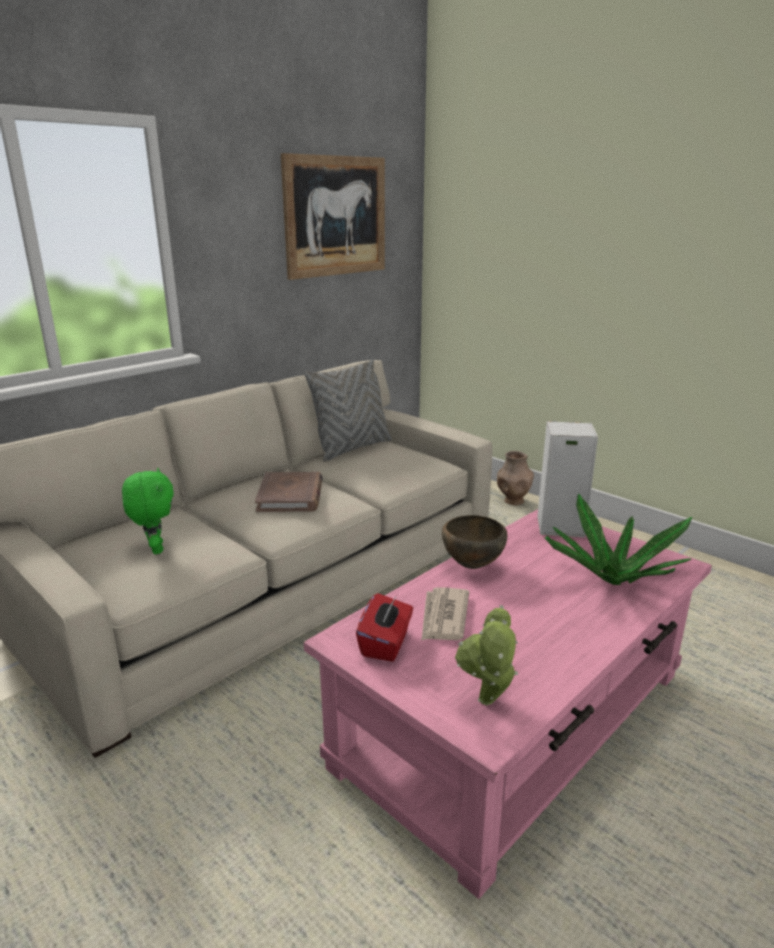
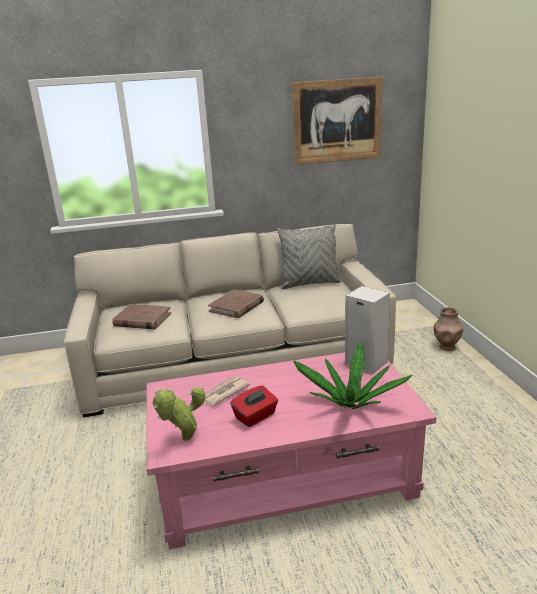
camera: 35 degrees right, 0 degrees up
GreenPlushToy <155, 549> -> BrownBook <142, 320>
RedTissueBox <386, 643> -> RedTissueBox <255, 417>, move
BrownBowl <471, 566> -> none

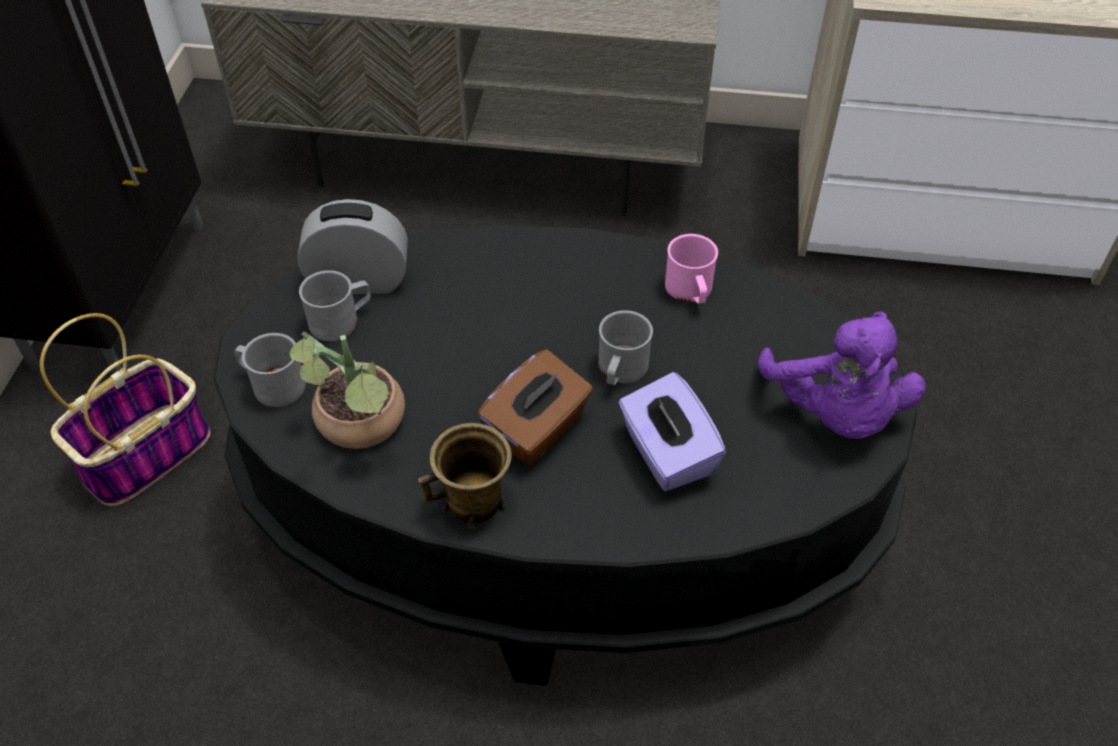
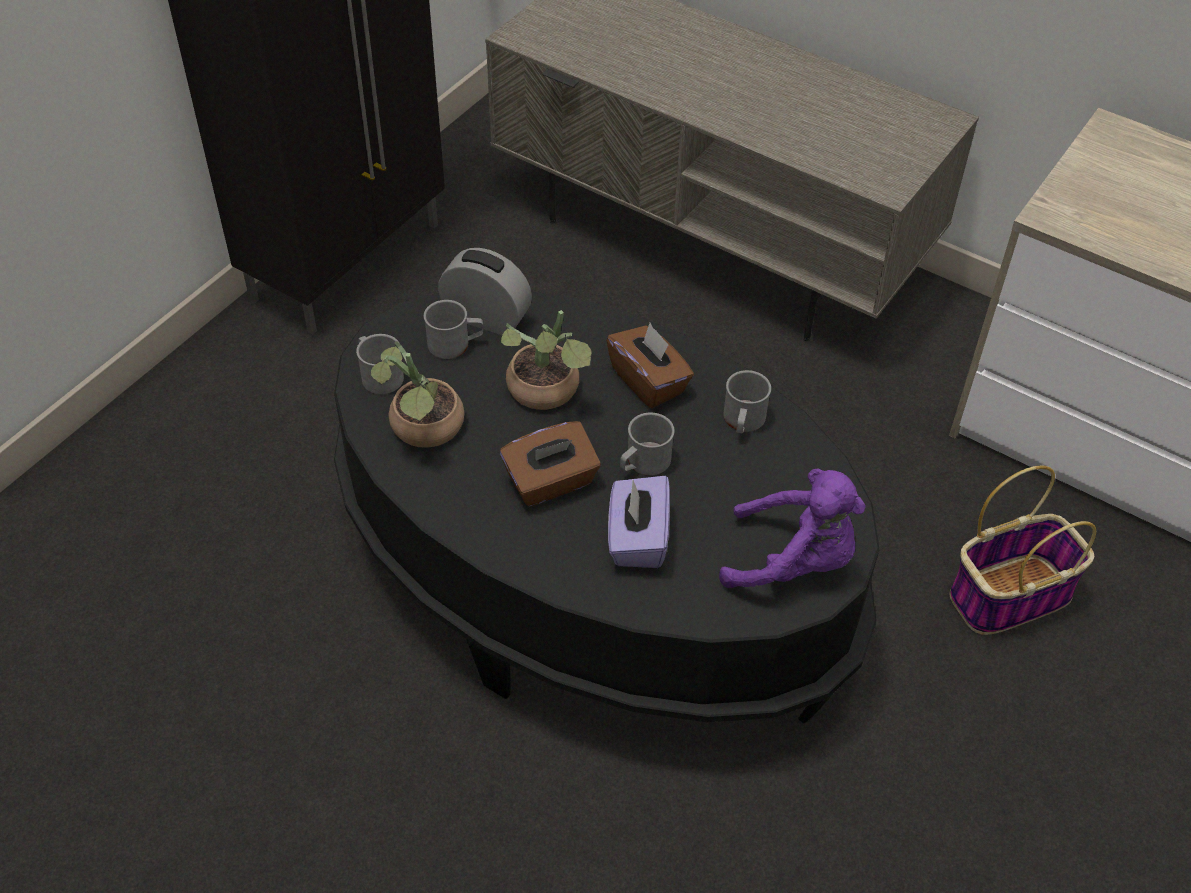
camera: 25 degrees right, 0 degrees up
none -> PottedPlant <547, 393>
none -> BrownTissueBox <649, 381>
PurplePlushToy <834, 413> -> PurplePlushToy <793, 561>, 90 degrees counterclockwise
PinkMug <690, 292> -> GreyMug <743, 422>
Basket <147, 453> -> Basket <1011, 595>, move
BrownMug <474, 503> -> none

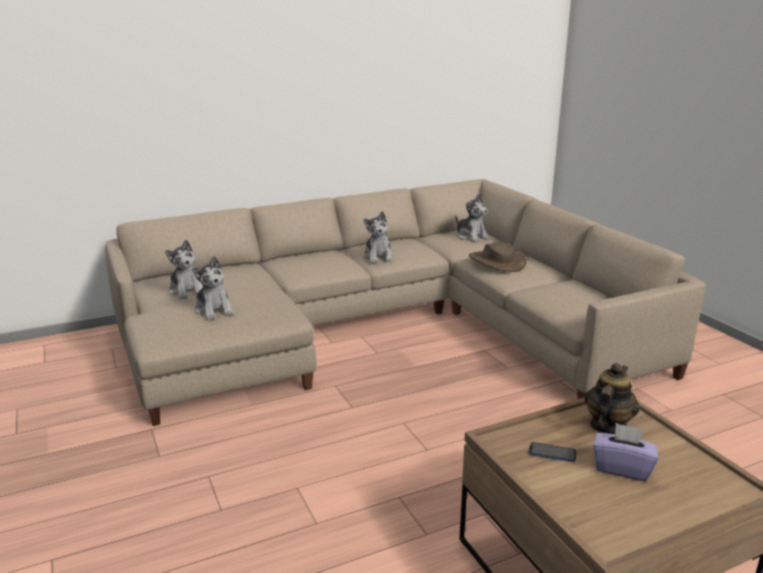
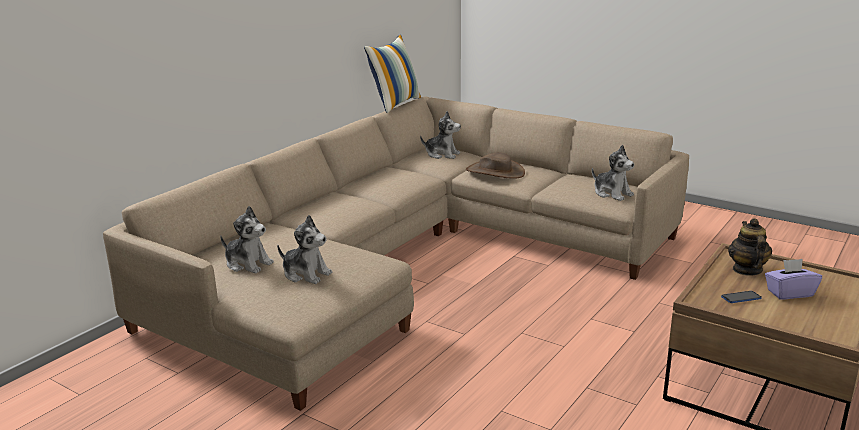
camera: 30 degrees left, 0 degrees up
none -> Pillow <395, 104>
PlushToy <378, 256> -> PlushToy <612, 193>, move

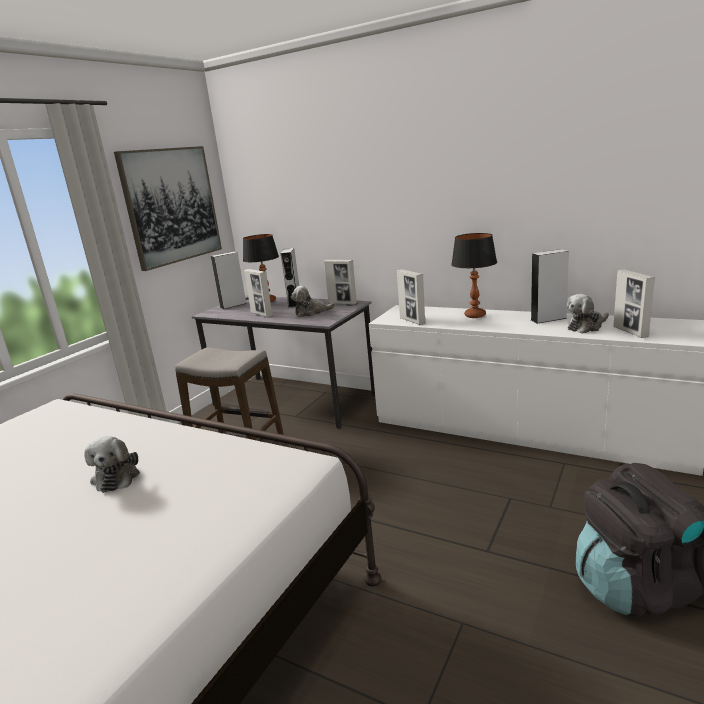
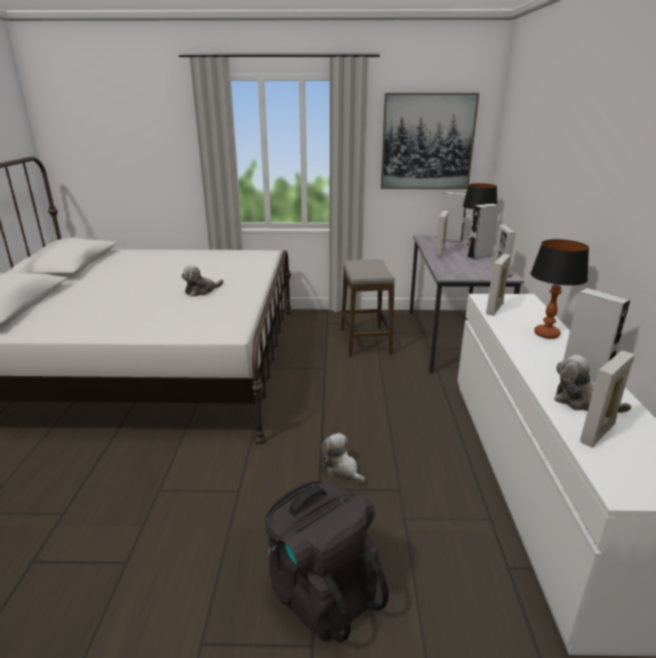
camera: 60 degrees right, 5 degrees up
PlushToy <311, 312> -> PlushToy <341, 469>, move

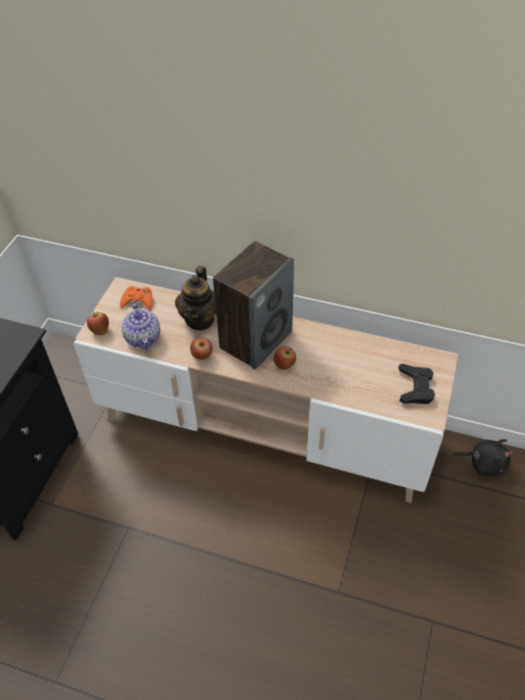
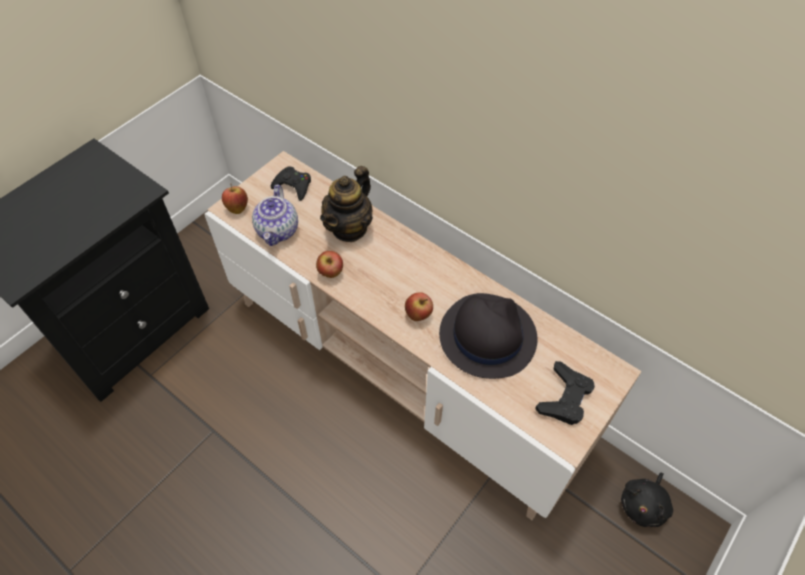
camera: 20 degrees right, 5 degrees up
OrangeGameController <138, 301> -> BlackGameController <293, 186>
none -> BlackHat <487, 336>
BlackPlushToy <484, 463> -> BlackPlushToy <643, 505>, 90 degrees clockwise
Speaker <256, 339> -> none

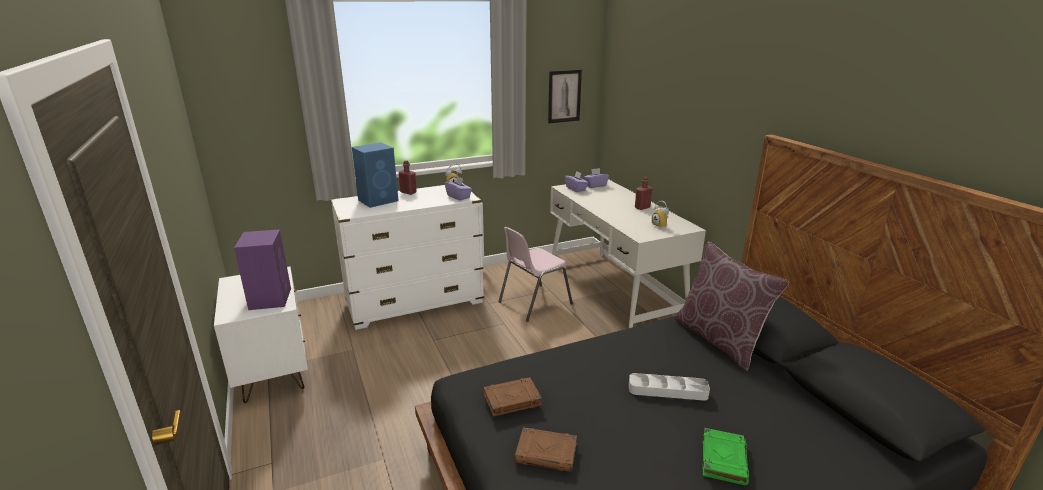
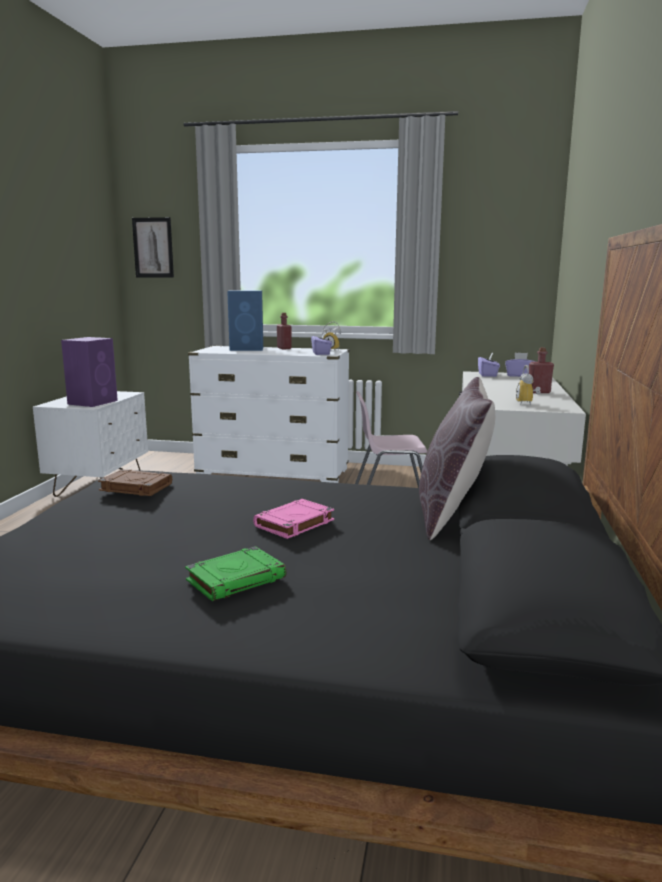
camera: 35 degrees right, 10 degrees down
Picture <564, 96> -> Picture <153, 247>, move
GreyTray <667, 390> -> PinkBook <294, 523>
BrownBook <547, 453> -> none

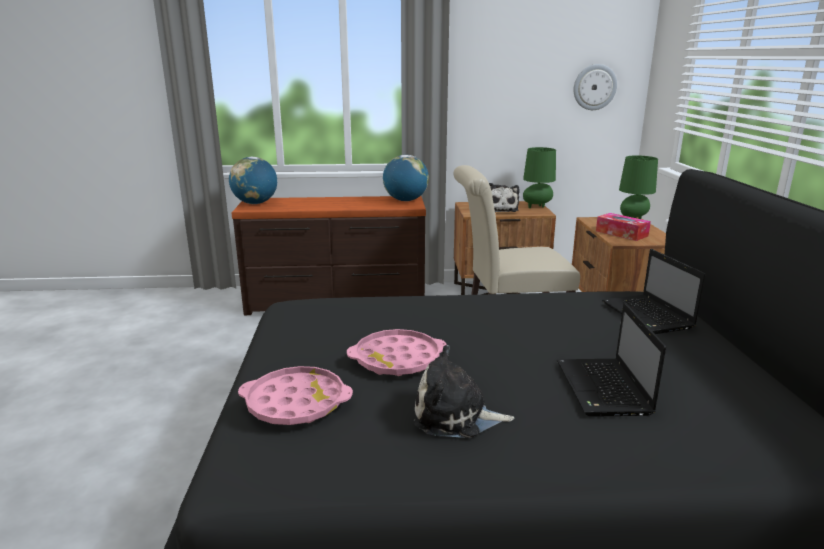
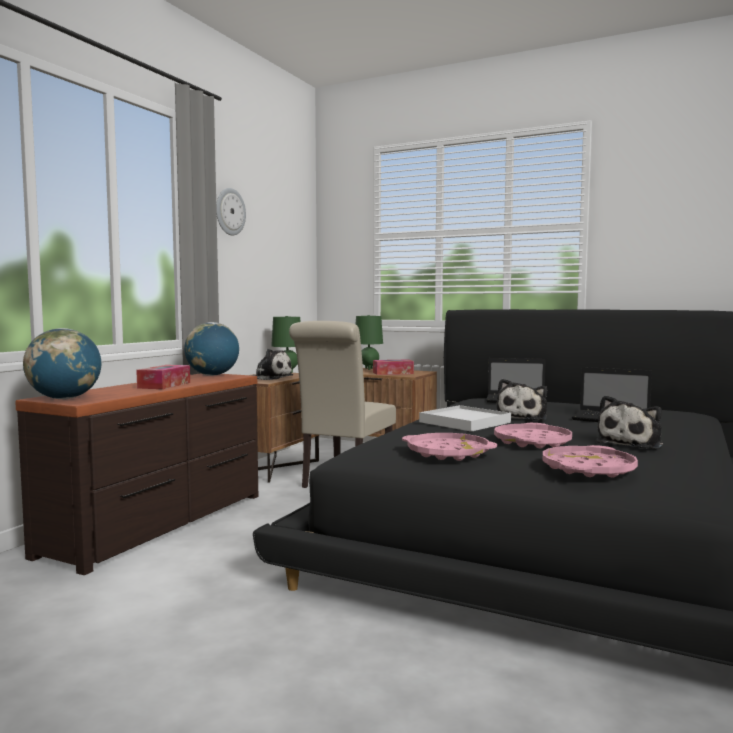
camera: 60 degrees left, 15 degrees down
none -> TissueBox <164, 385>
WallClock <594, 87> -> WallClock <229, 211>, move
none -> PinkTray <448, 453>
none -> WhiteTray <464, 422>
none -> PlushToy <523, 417>

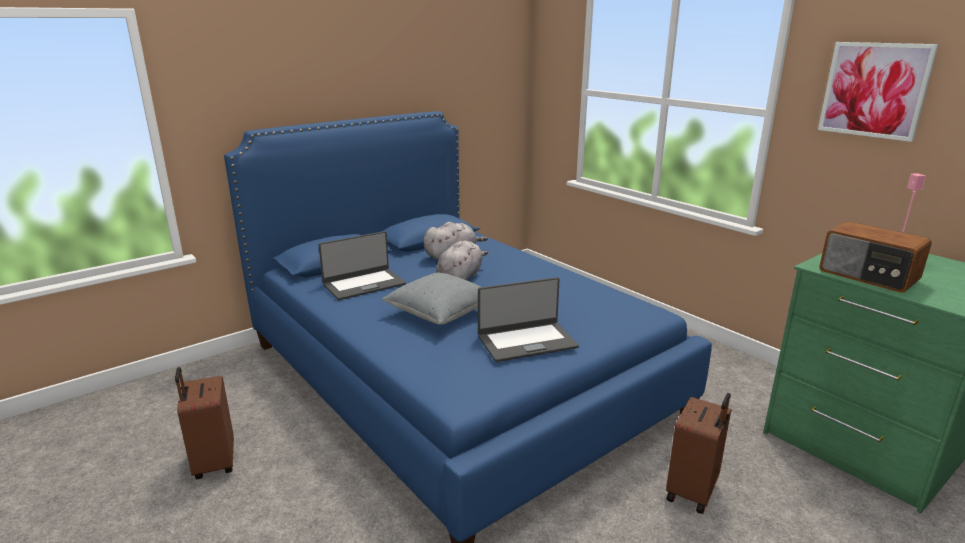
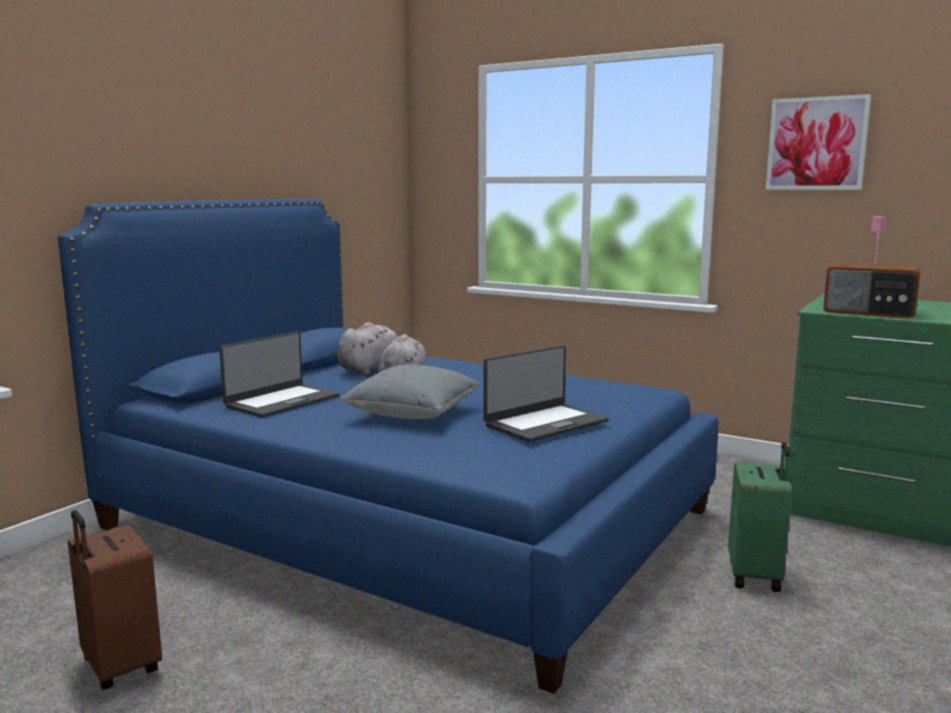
camera: 20 degrees left, 10 degrees down
BrownSuitcase <693, 492> -> GreenSuitcase <756, 576>

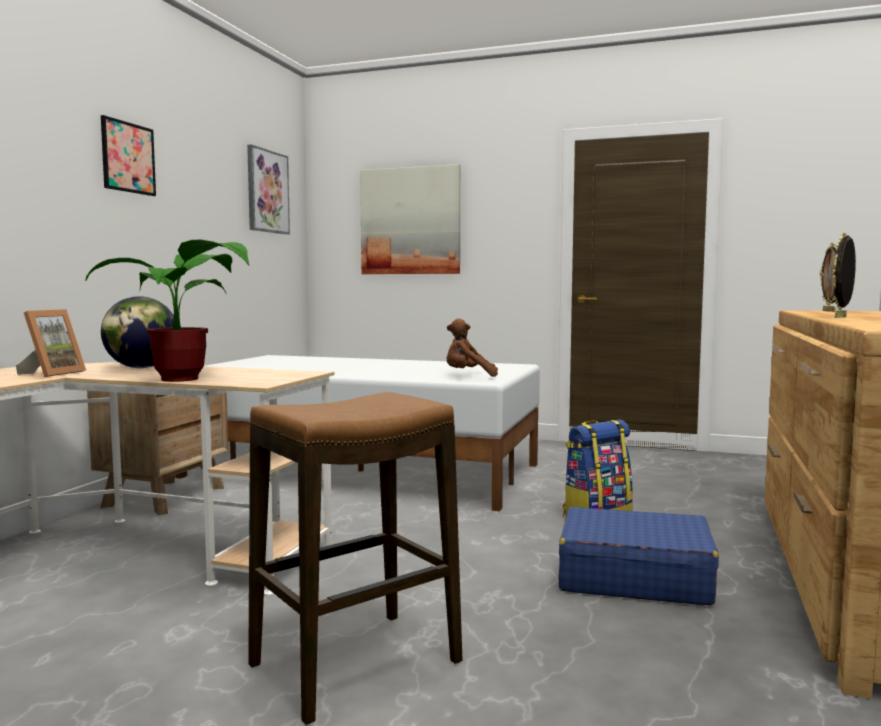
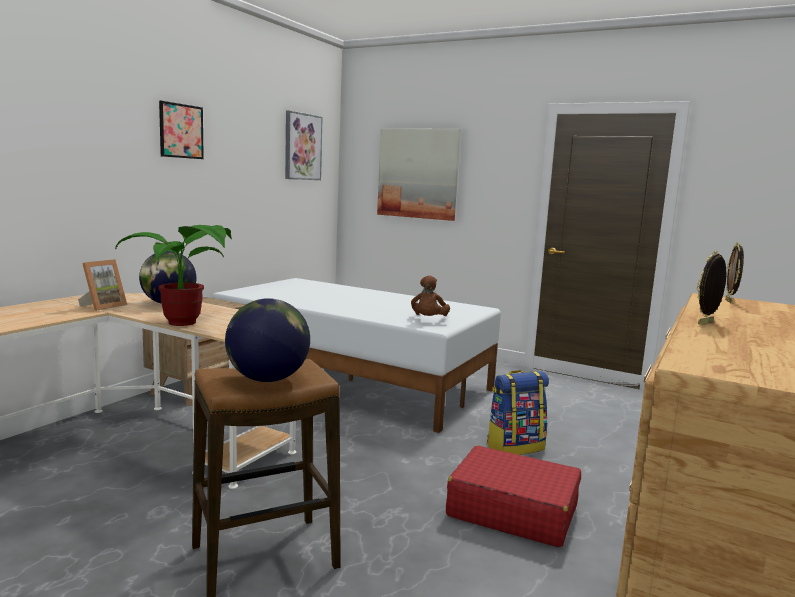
camera: 10 degrees right, 5 degrees up
none -> Globe <267, 379>
BrownPlushToy <468, 376> -> BrownPlushToy <429, 320>, 90 degrees counterclockwise
BlueSuitcase <633, 577> -> RedSuitcase <512, 510>

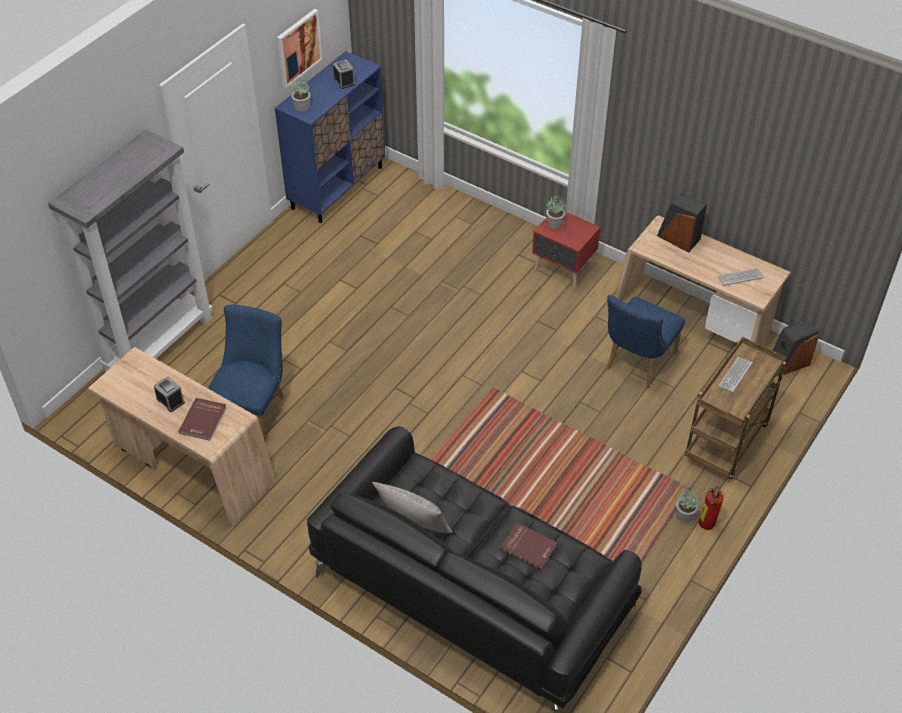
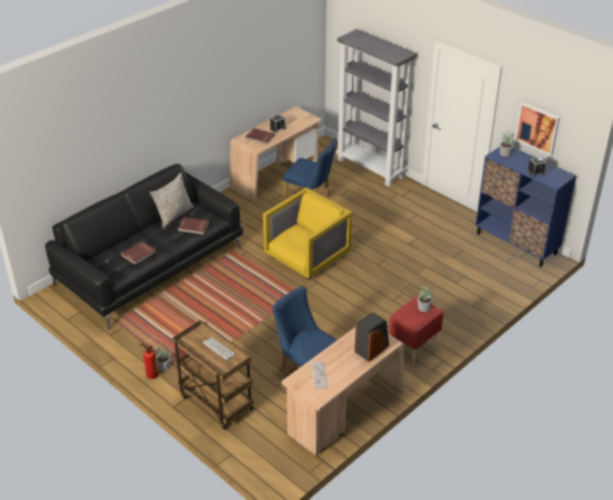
camera: 100 degrees right, 10 degrees down
none -> RedBook <193, 227>
none -> YellowArmchair <307, 257>
Speaker <788, 363> -> none

